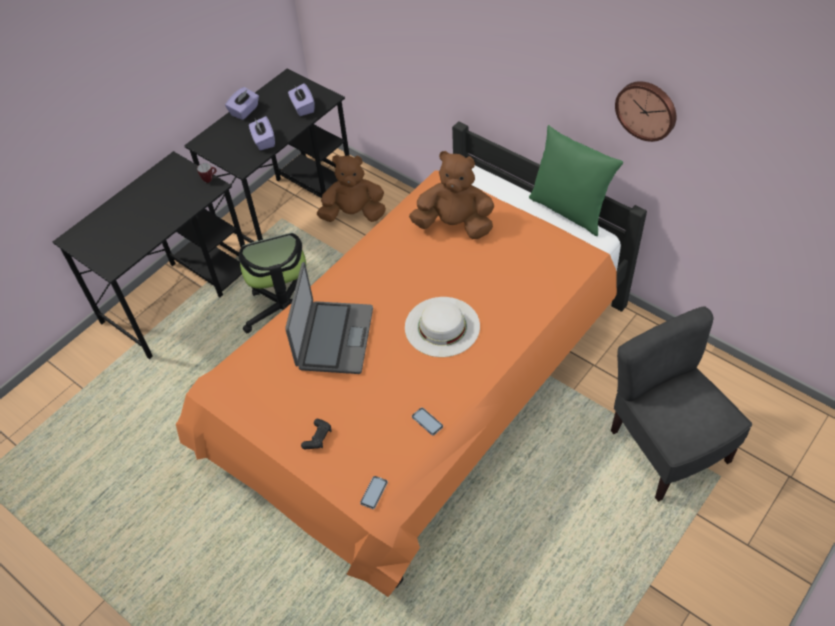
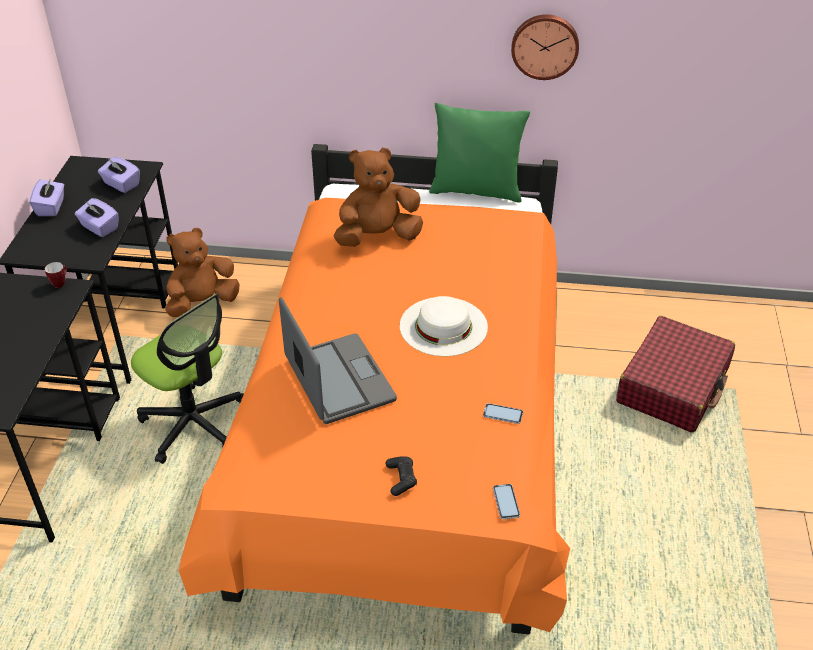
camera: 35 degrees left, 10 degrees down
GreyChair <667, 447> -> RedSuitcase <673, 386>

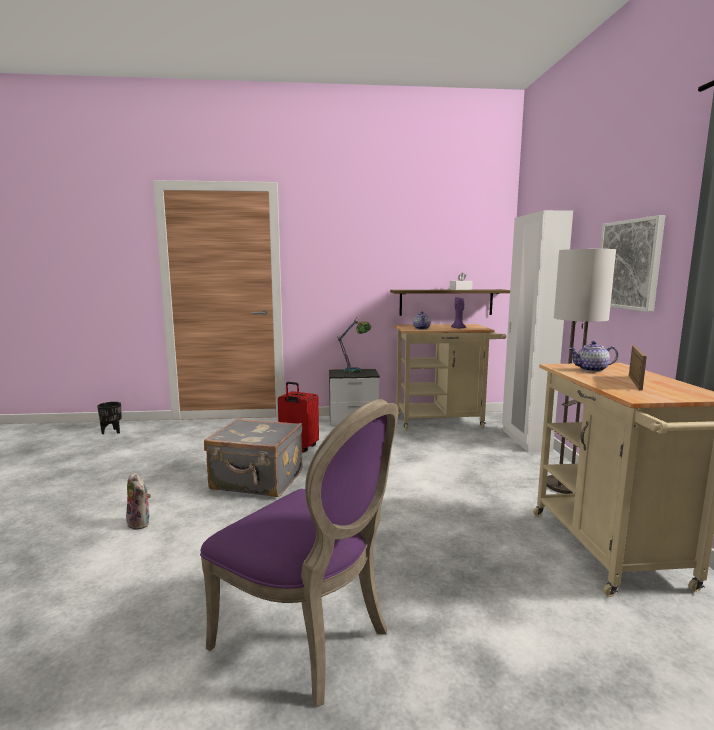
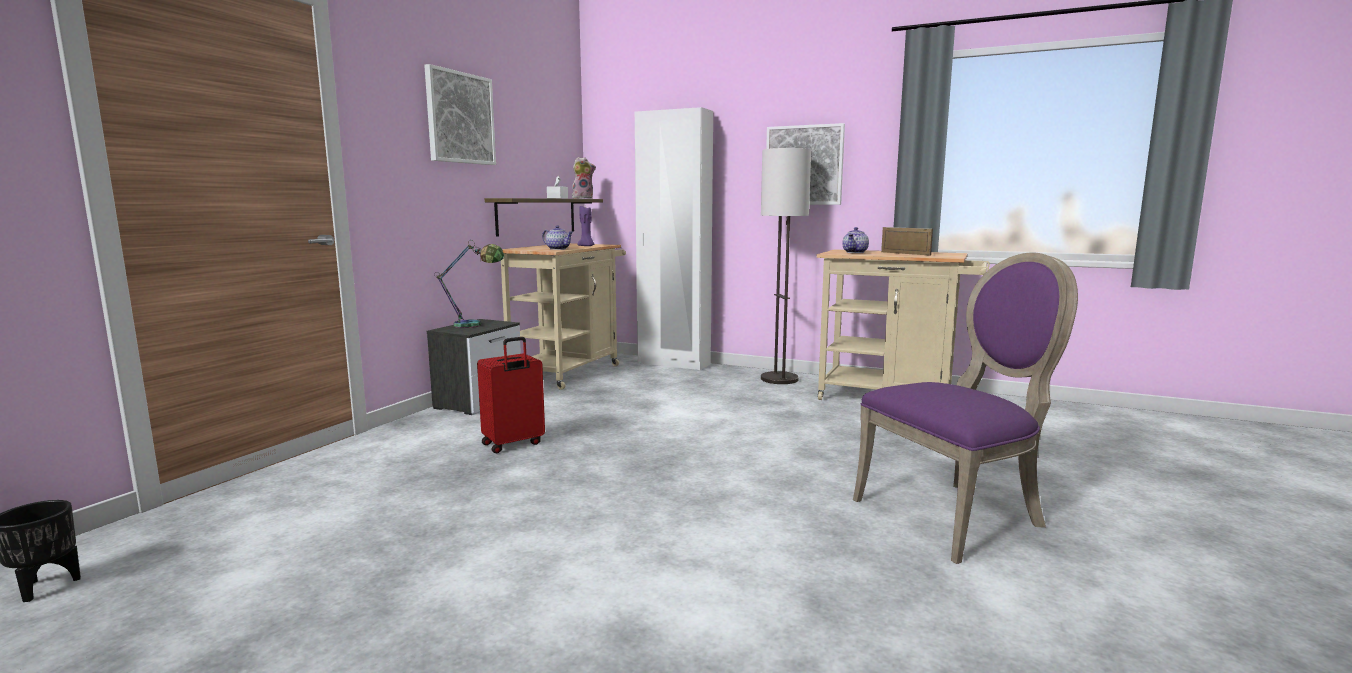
camera: 60 degrees left, 0 degrees up
none -> Picture <460, 118>
PlushToy <141, 523> -> PlushToy <583, 198>, move
GreySuitcase <257, 481> -> none

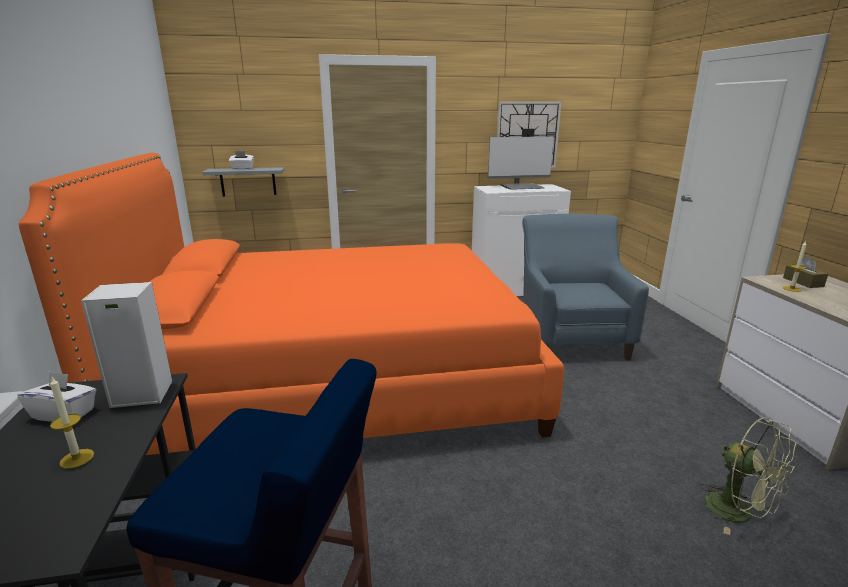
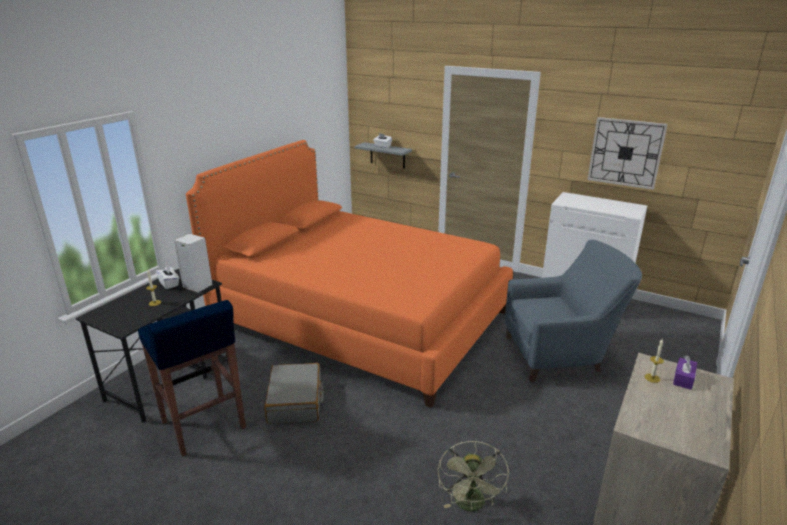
camera: 40 degrees right, 5 degrees up
none -> GreySuitcase <295, 401>
BlueArmchair <569, 337> -> BlueArmchair <561, 355>, 45 degrees clockwise
BrownTissueBox <803, 282> -> PurpleTissueBox <683, 378>
Monitor <521, 187> -> none

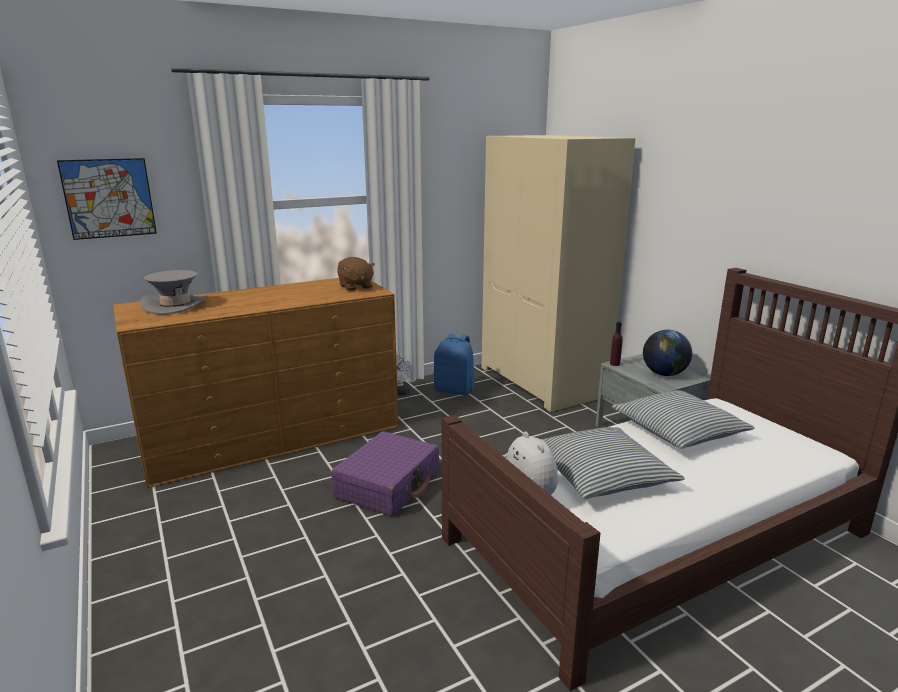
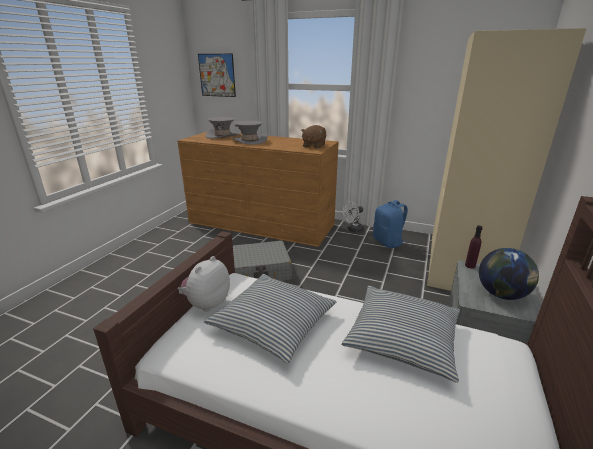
camera: 50 degrees right, 5 degrees up
none -> GreyHat <249, 141>
PurpleSuitcase <388, 485> -> GreySuitcase <259, 272>

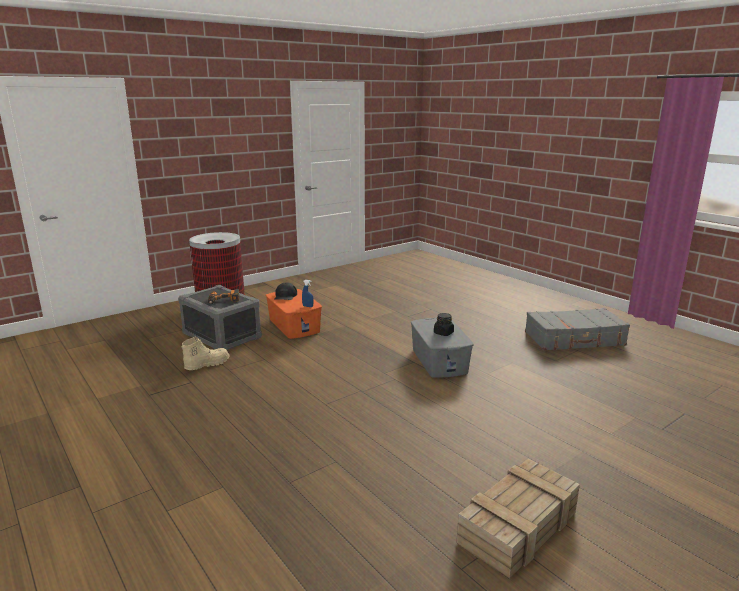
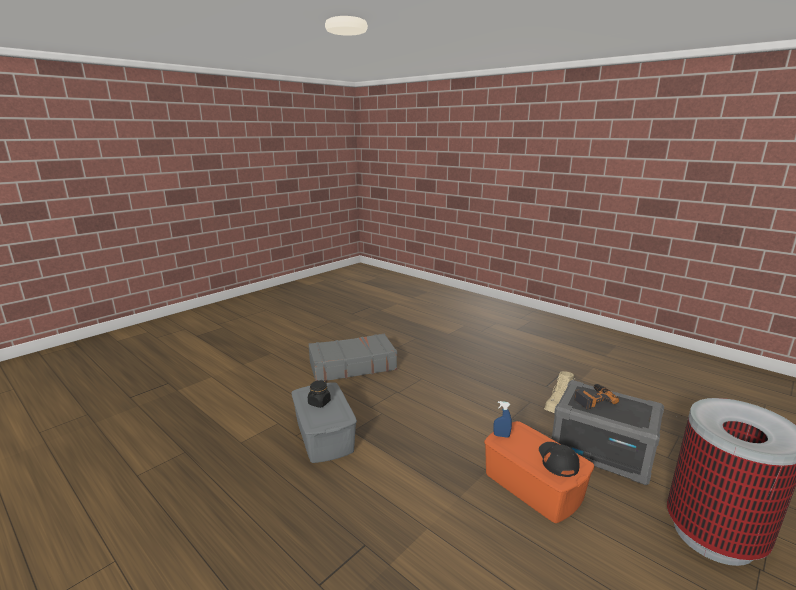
camera: 170 degrees right, 0 degrees up
GreySuitcase <574, 339> -> GreySuitcase <352, 366>, move
Crate <517, 528> -> none

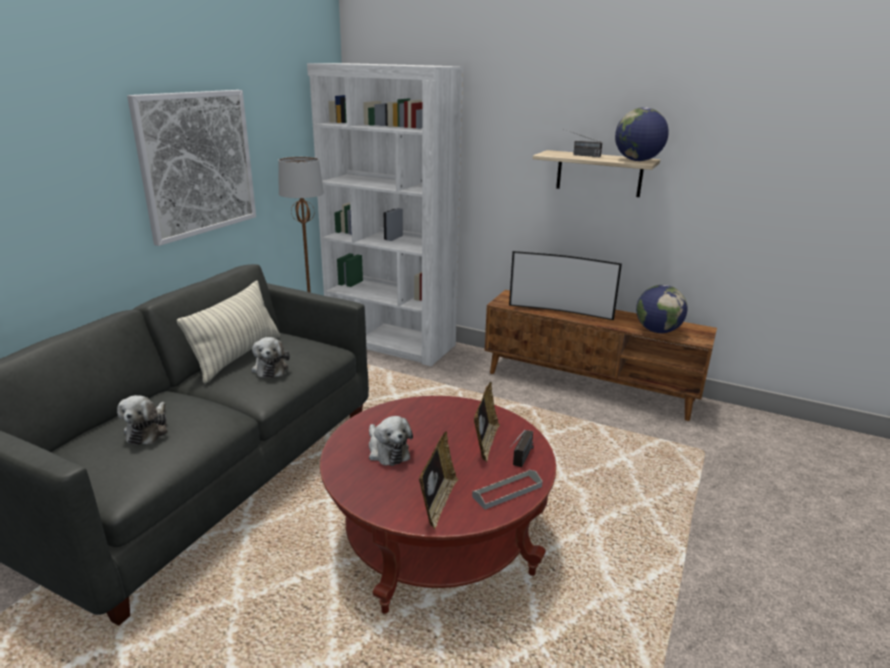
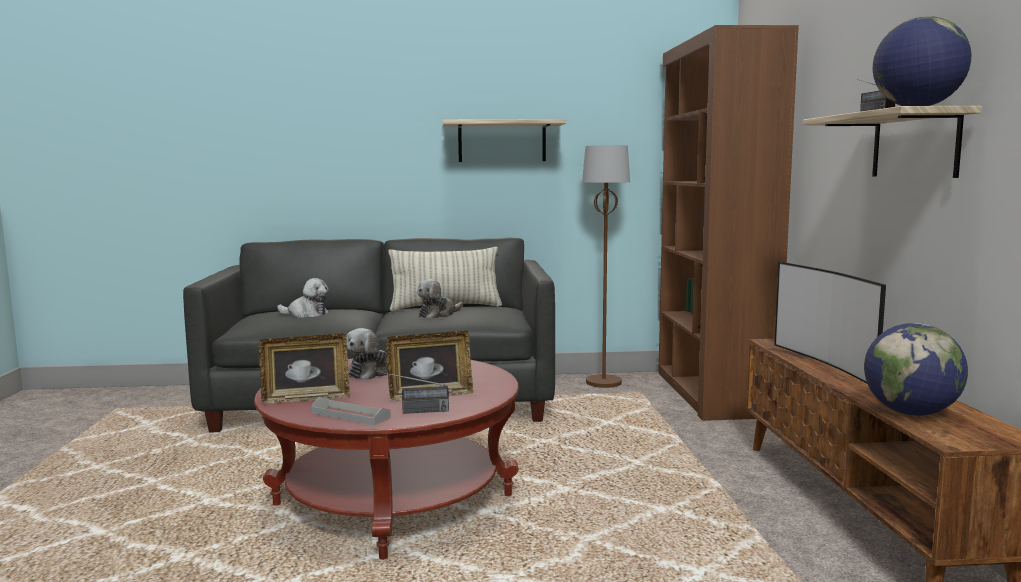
camera: 60 degrees right, 15 degrees down
PlushToy <148, 430> -> PlushToy <306, 314>, 135 degrees counterclockwise
Picture <197, 163> -> Shelf <502, 142>
WhiteBookcase <390, 342> -> BrownBookcase <711, 393>

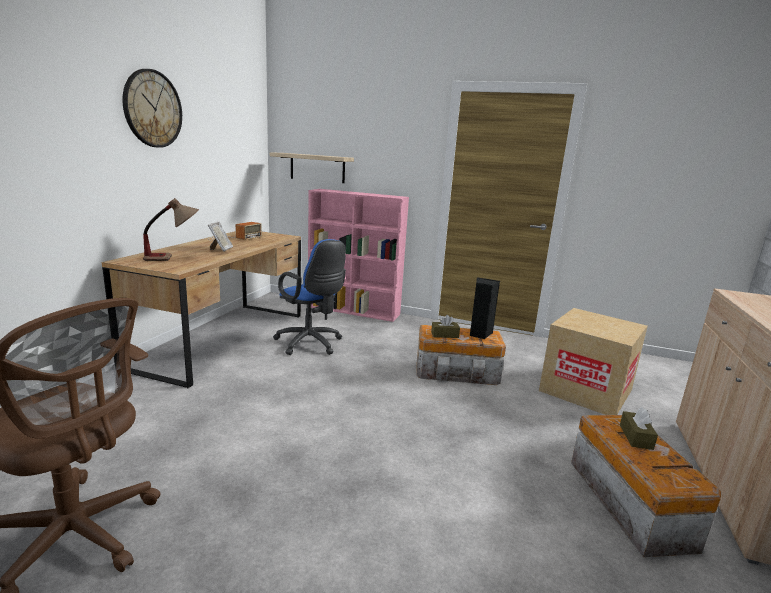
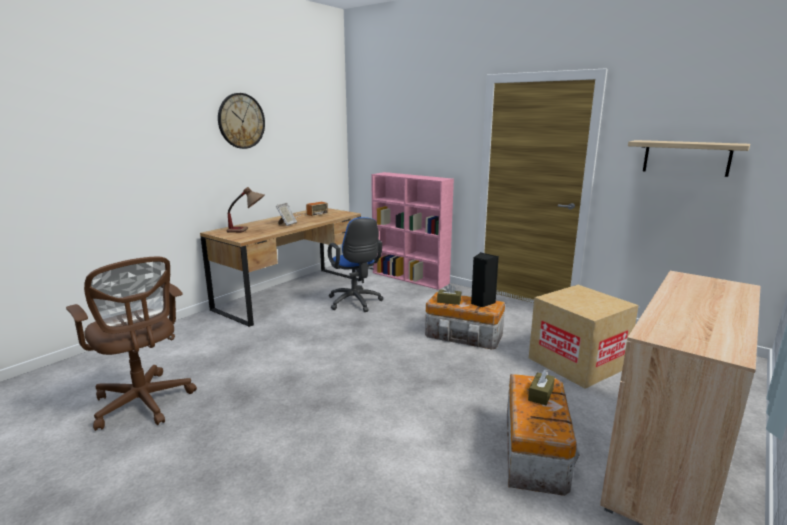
camera: 20 degrees right, 0 degrees up
Shelf <317, 168> -> Shelf <686, 158>, move

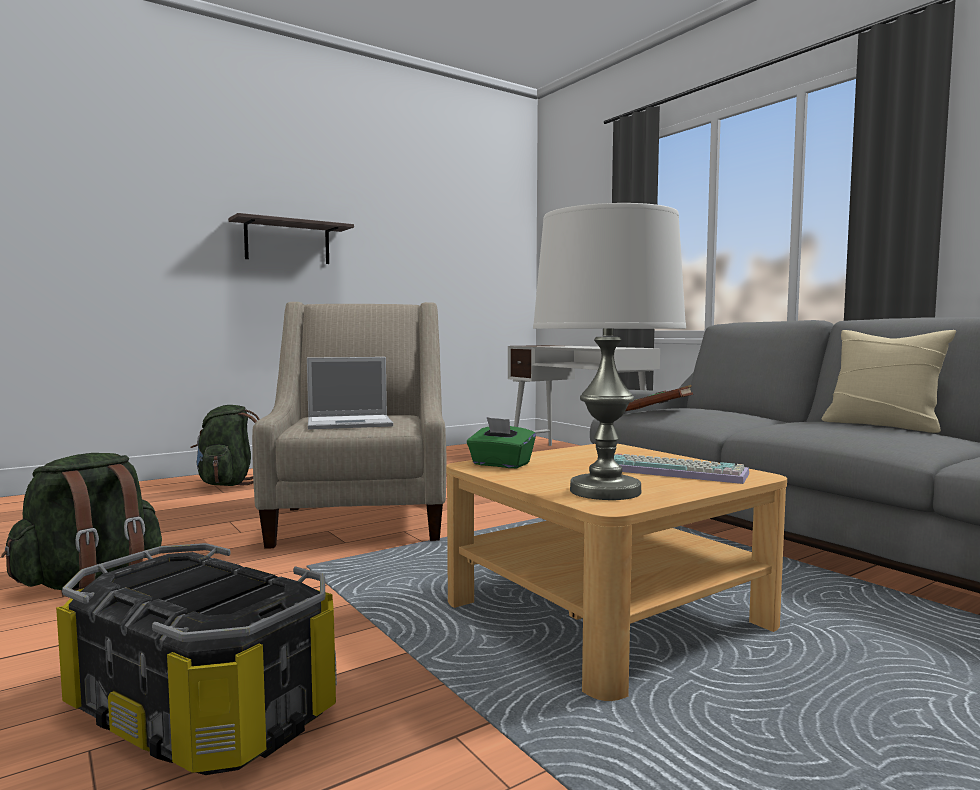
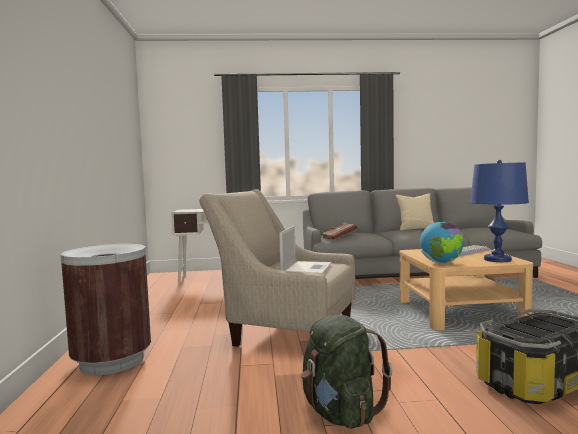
camera: 60 degrees left, 0 degrees up
GreenBackpack <228, 483> -> BrownTrashCan <112, 361>
GreenTissueBox <500, 464> -> Globe <441, 263>
WhiteTableLamp <604, 491> -> BlueTableLamp <497, 259>
Shelf <287, 242> -> none

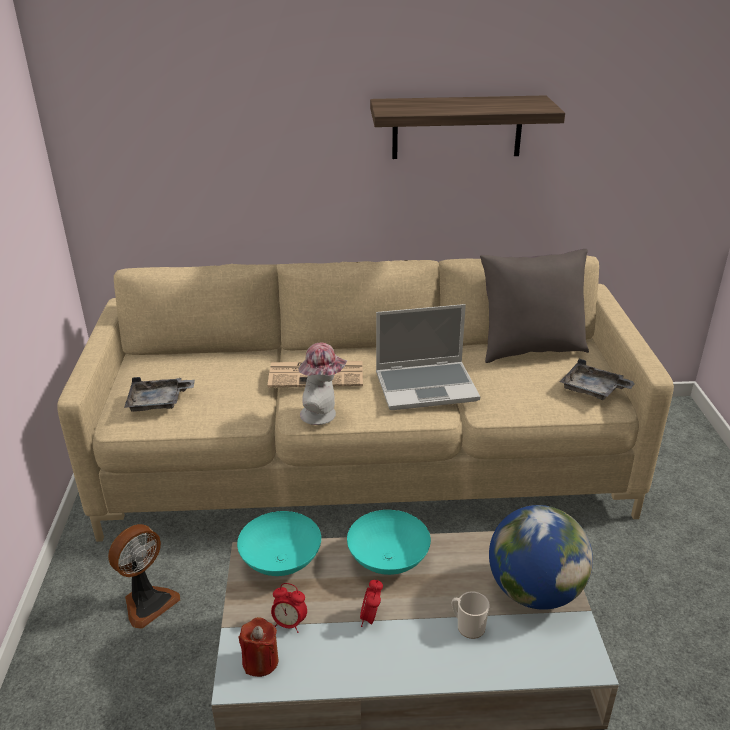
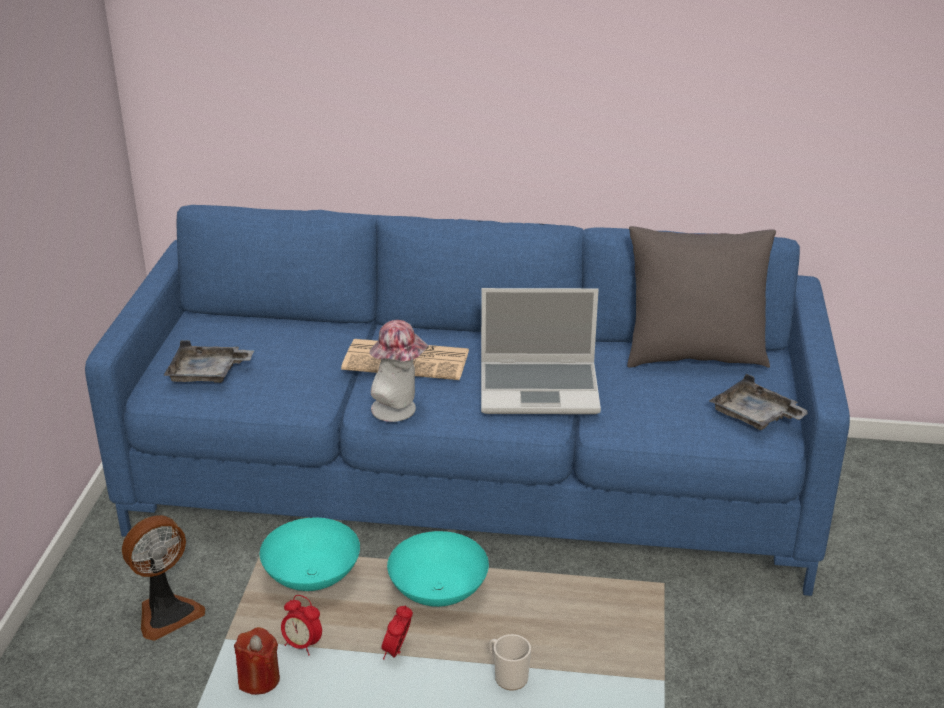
camera: 10 degrees right, 0 degrees up
BeigeSofa <366, 467> -> BlueSofa <472, 487>
Shelf <457, 127> -> none
Globe <534, 591> -> none

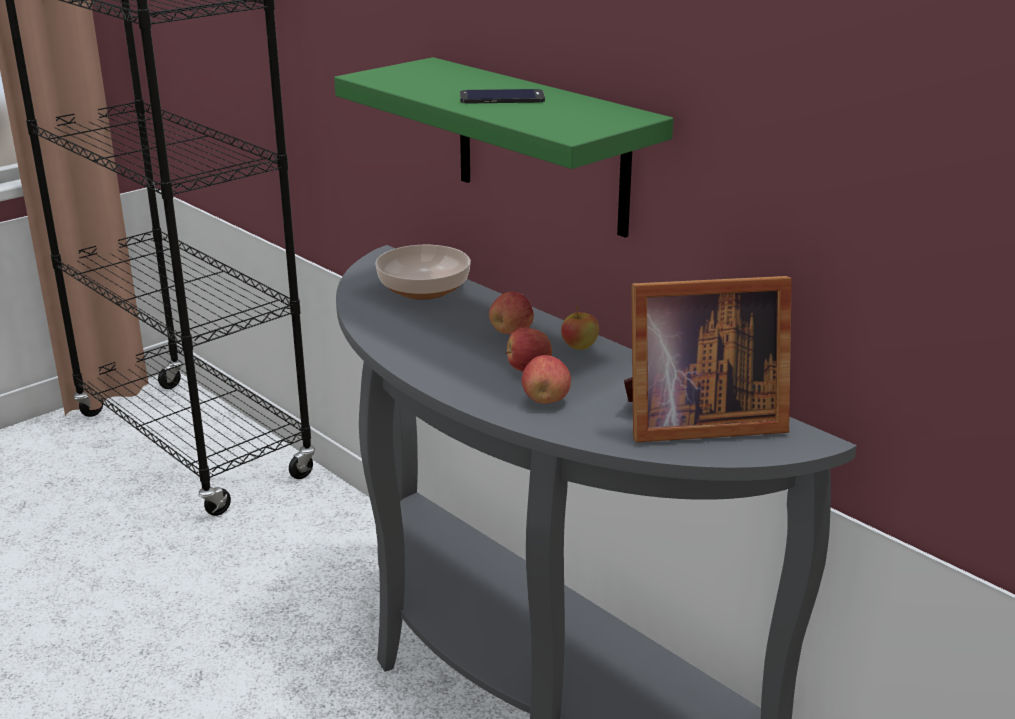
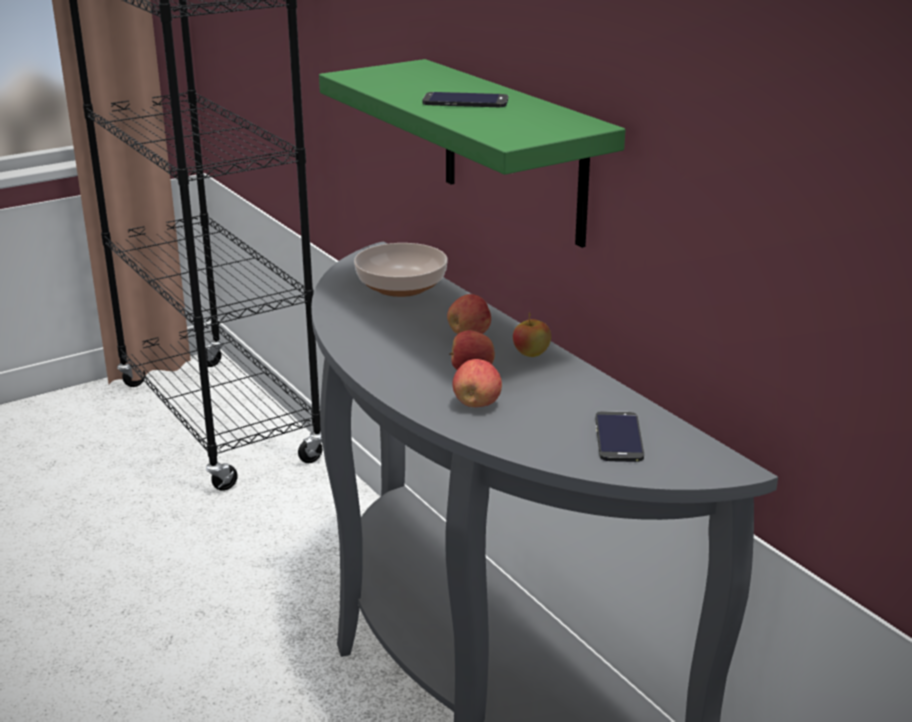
camera: 10 degrees right, 0 degrees up
PictureFrame <695, 421> -> Phone <618, 437>

